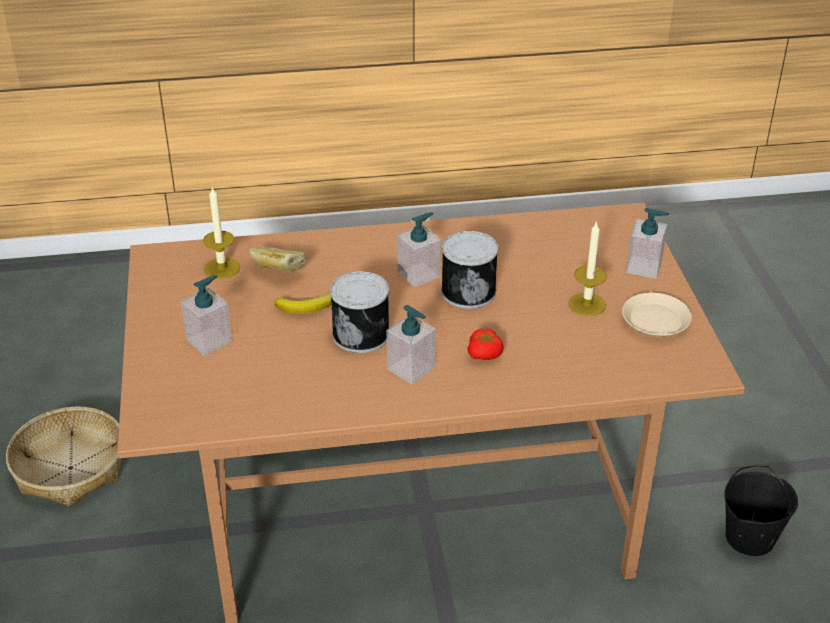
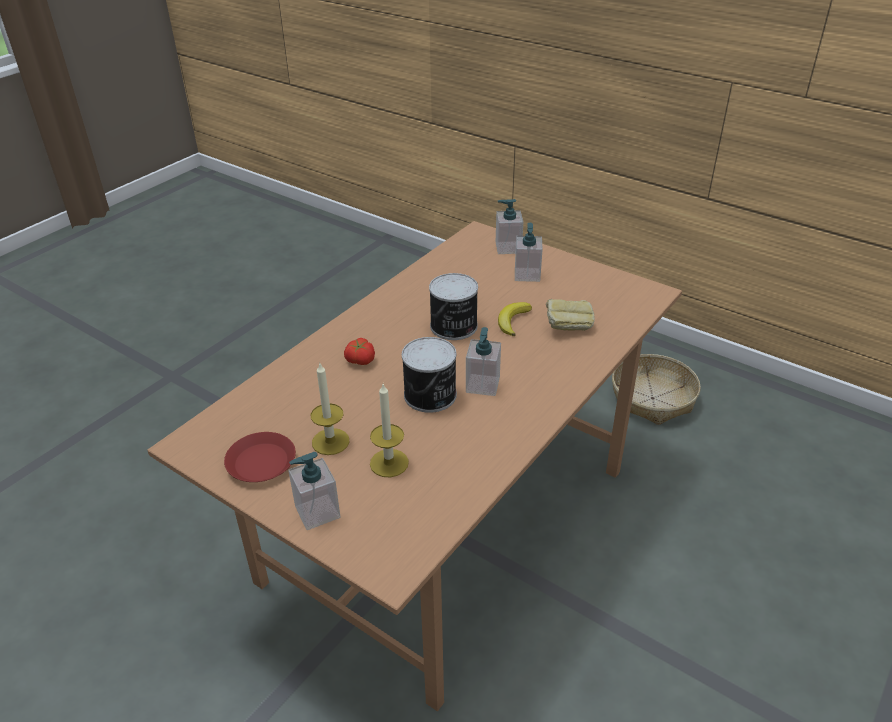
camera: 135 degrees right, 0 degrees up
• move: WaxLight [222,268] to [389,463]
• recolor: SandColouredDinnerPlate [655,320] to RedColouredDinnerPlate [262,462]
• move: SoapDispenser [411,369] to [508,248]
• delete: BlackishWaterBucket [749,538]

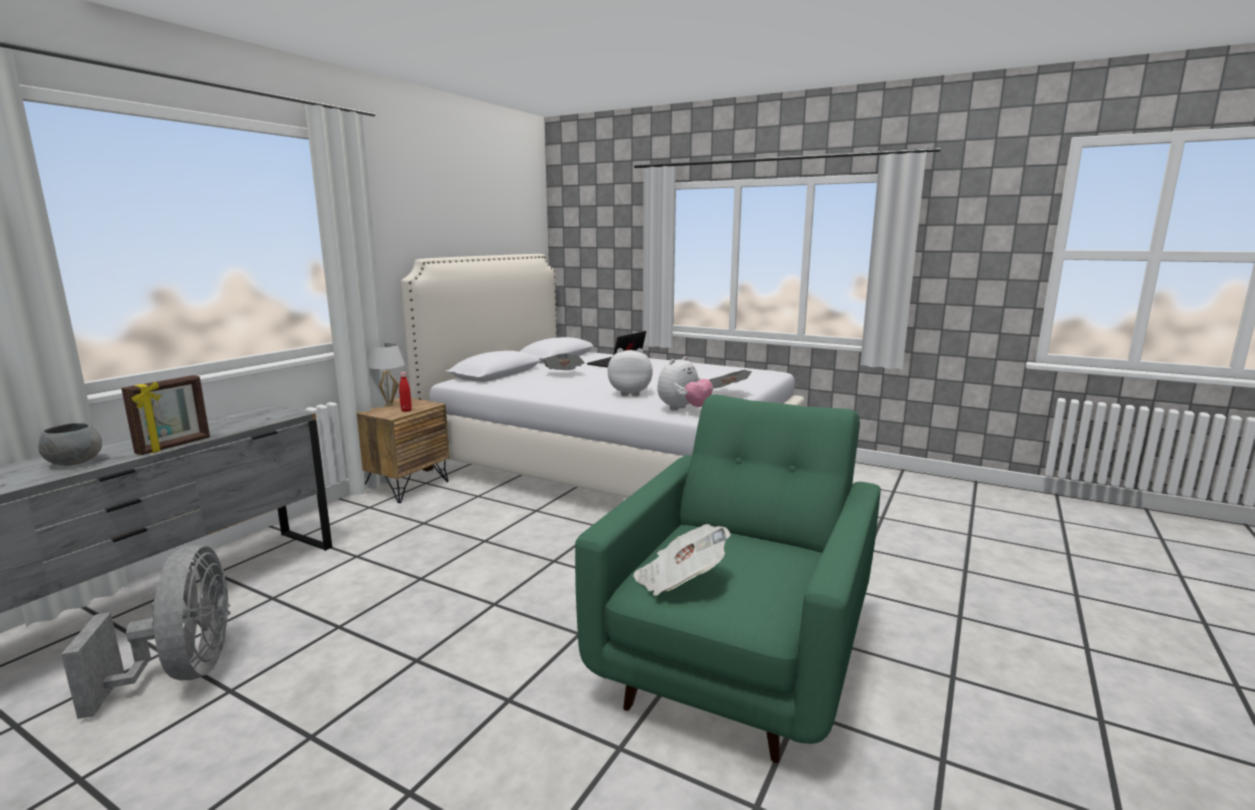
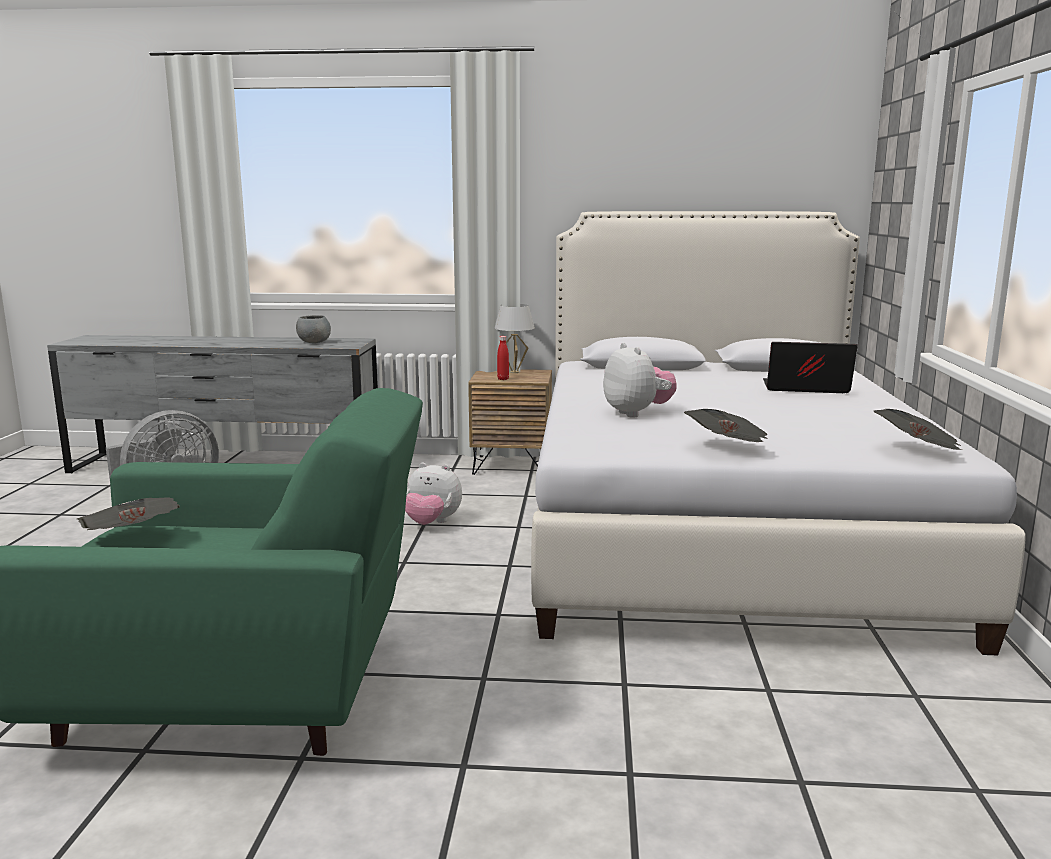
camera: 65 degrees right, 0 degrees up
• move: PrintedPaper [564,374] to [918,452]
• move: PlushToy [683,409] to [432,523]
• delete: PhotoFrame [174,446]
• move: GreyDeepDish [74,463] to [314,342]

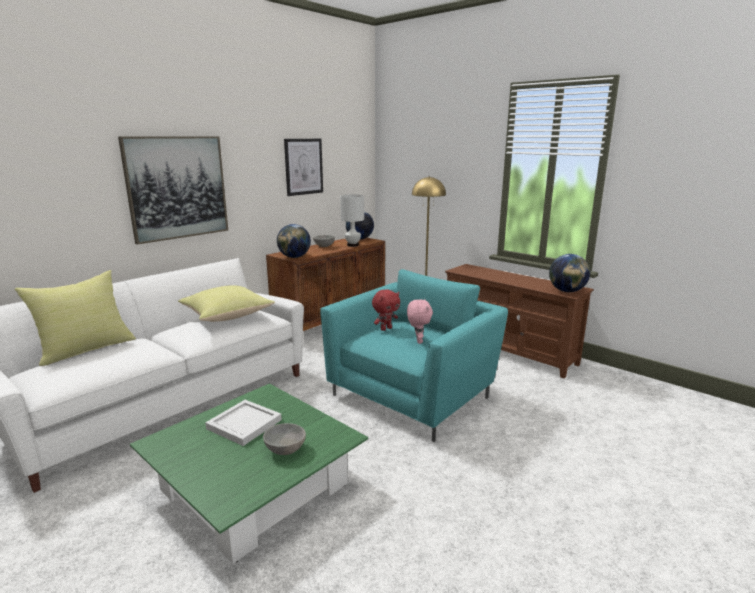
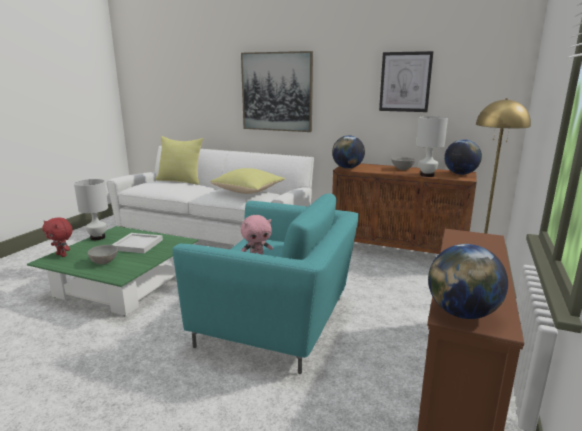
camera: 70 degrees right, 0 degrees up
• move: RedColouredPlushToy [386,329] to [62,255]
• insert: WhiteColouredLampForATable [97,237]

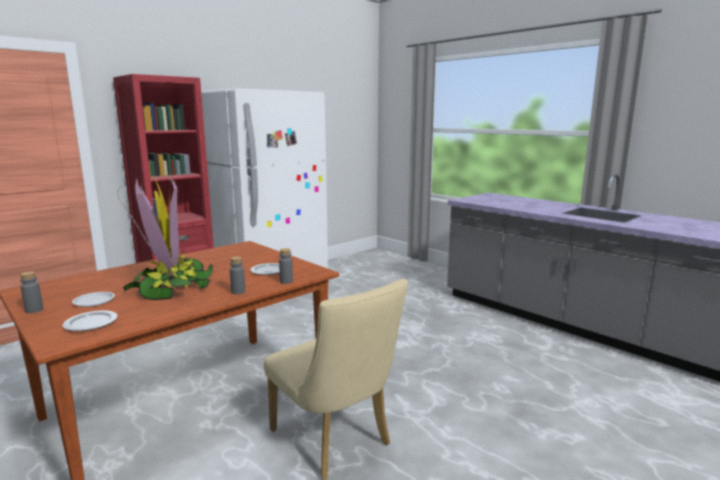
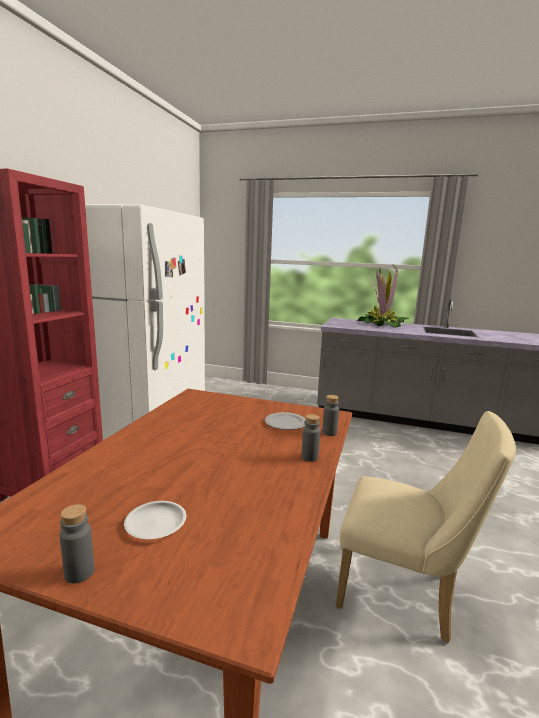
camera: 30 degrees left, 0 degrees up
• move: PlantInAPot [171,287] to [381,324]
• delete: DinnerPlate [91,322]

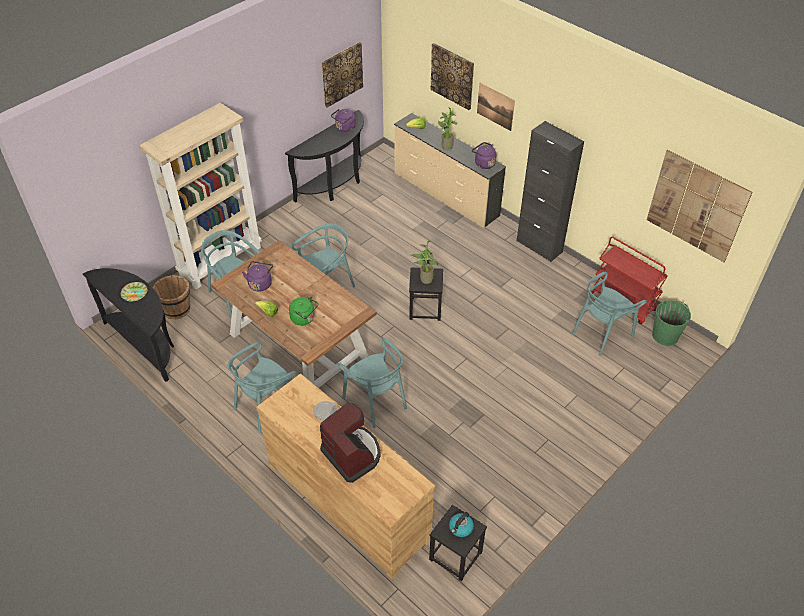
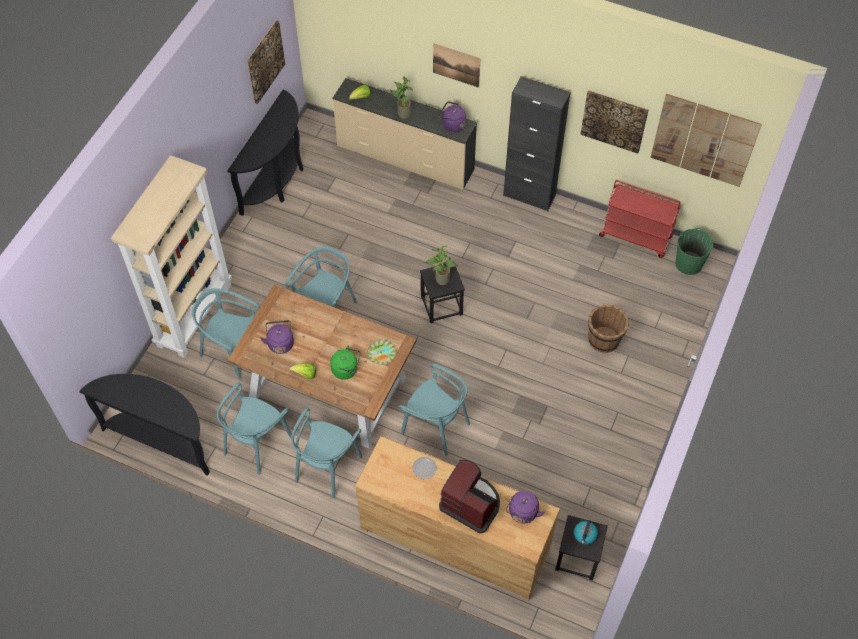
camera: 20 degrees left, 10 degrees up
• move: WallArt [452,76] to [614,121]
• move: PurpleKettle [344,128] to [522,514]
• move: TurquoiseChair [601,333] to [257,443]
• move: BrownColouredWaterBucket [177,309] to [604,339]
• move: DinnerPlate [134,293] to [381,353]

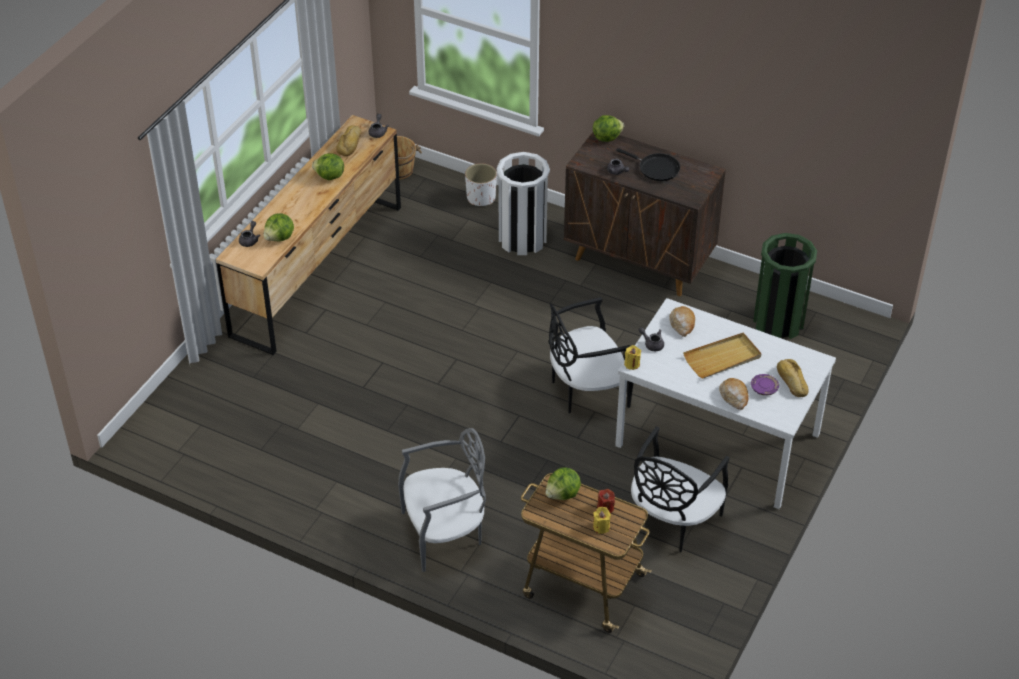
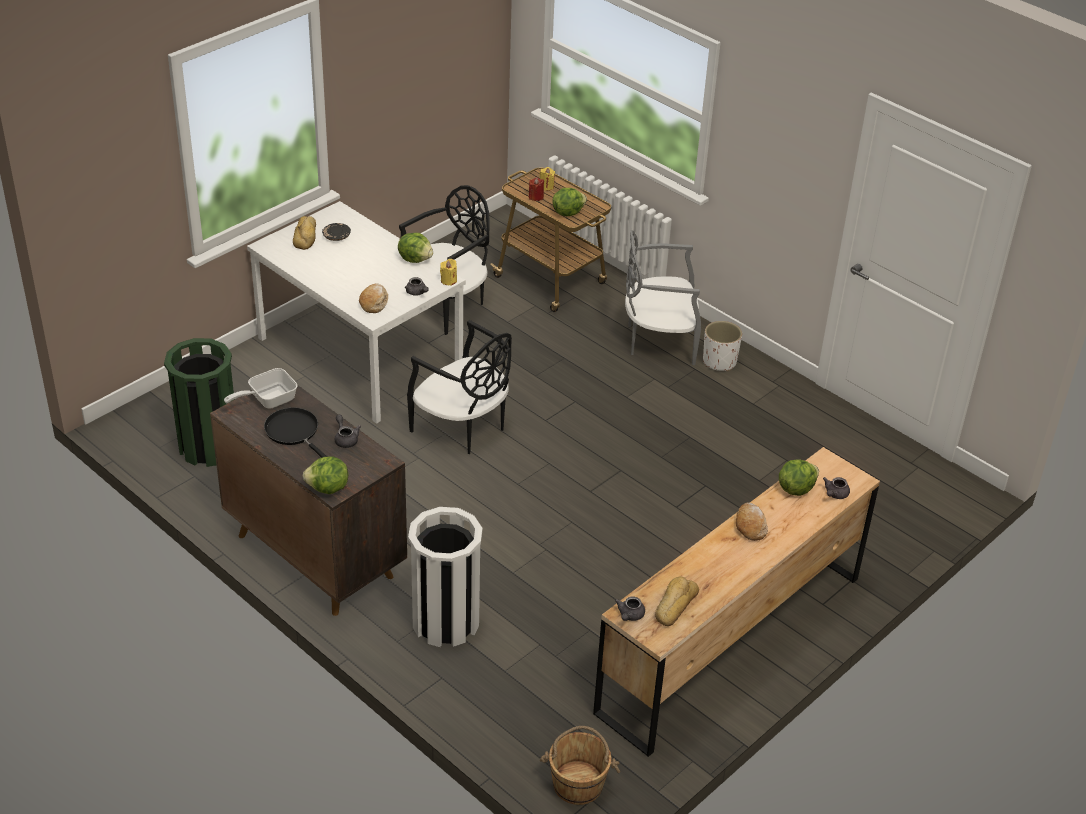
camera: 165 degrees left, 5 degrees down
• move: LettuceHead [329,176] to [415,259]
• move: WhiteColouredPlanter [481,198] to [719,362]
• rotate: BlackishChair [586,390] = [462,427] 45 degrees clockwise
• delete: SandColouredTray [722,358]
• recolor: PurpleDinnerPlate [764,388] to BlackishDinnerPlate [336,236]
• move: BakedBread [734,397] to [750,526]
• insert: FryingPan [267,400]

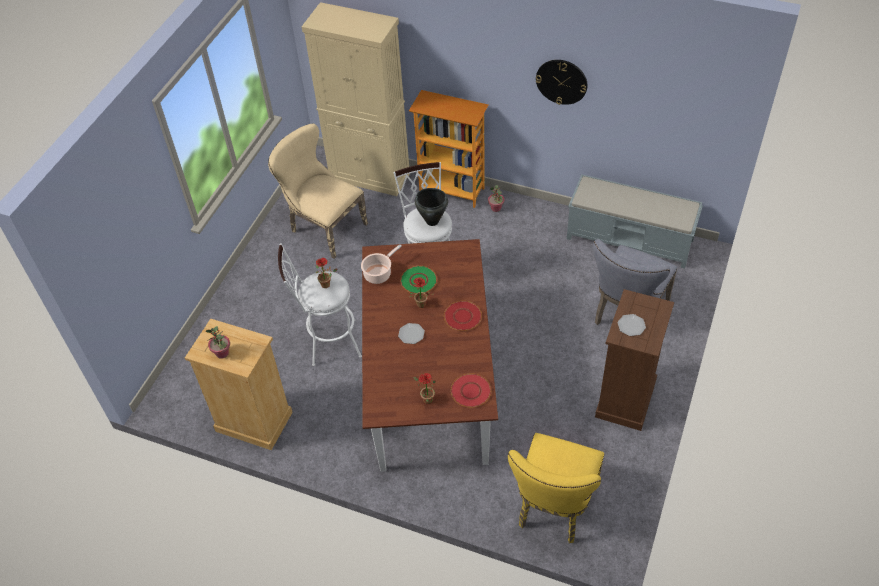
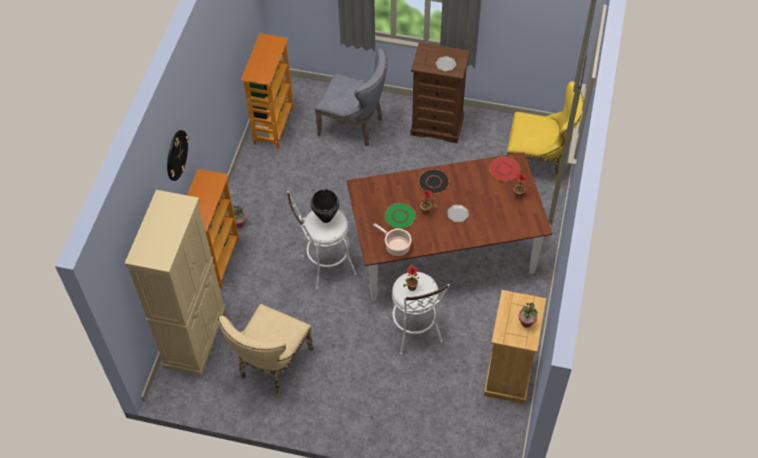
camera: 100 degrees left, 5 degrees up
• move: WallClock [561,81] to [176,155]
• replace: GreyBench [630,239] to ShelvingUnit [273,126]
• recolor: RedColouredDinnerPlate [463,316] to BlackishDinnerPlate [433,182]

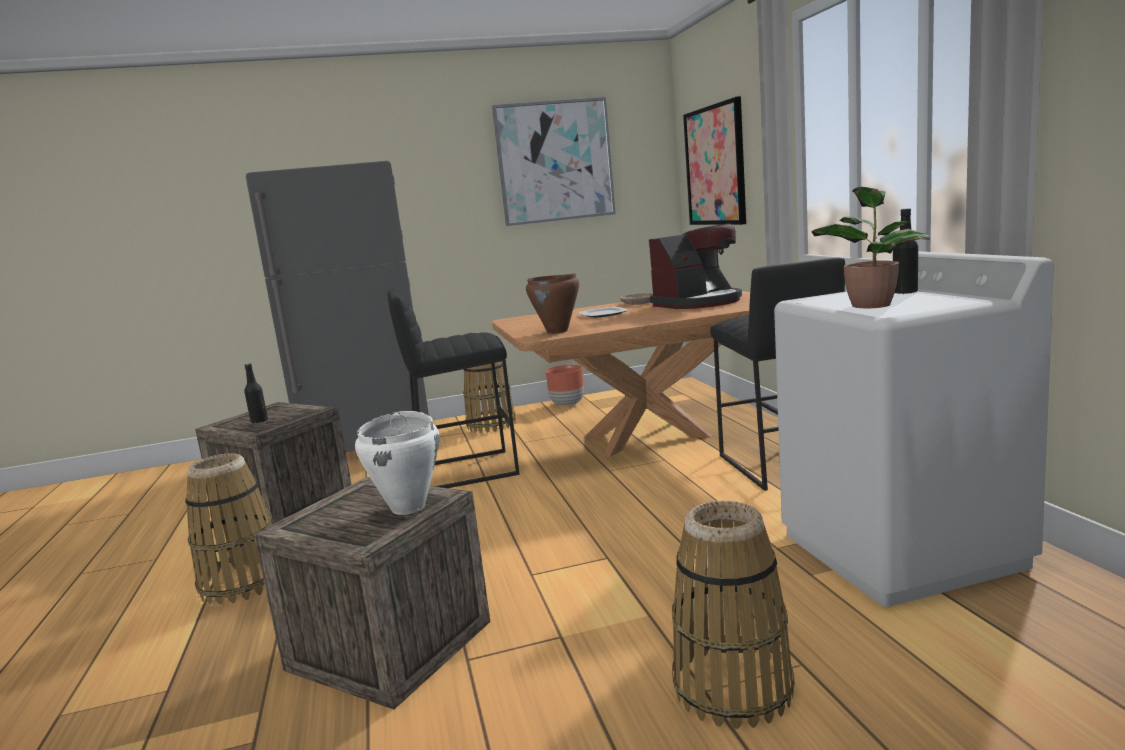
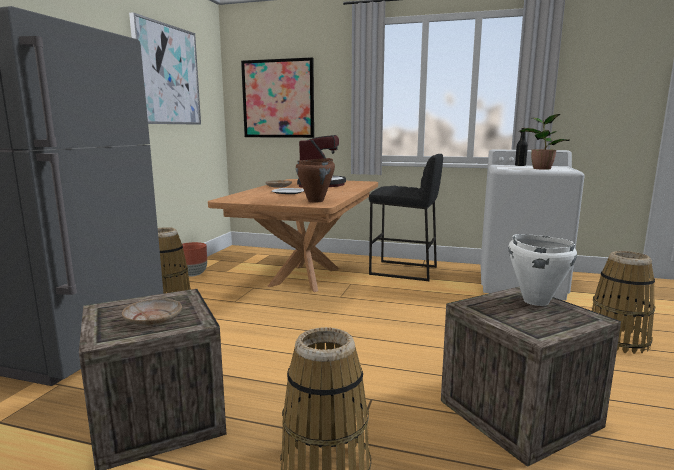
camera: 60 degrees left, 0 degrees up
• delete: BlackishStool [466,470]
• replace: BlackishBottle [259,421] to SandColouredDinnerPlate [153,319]

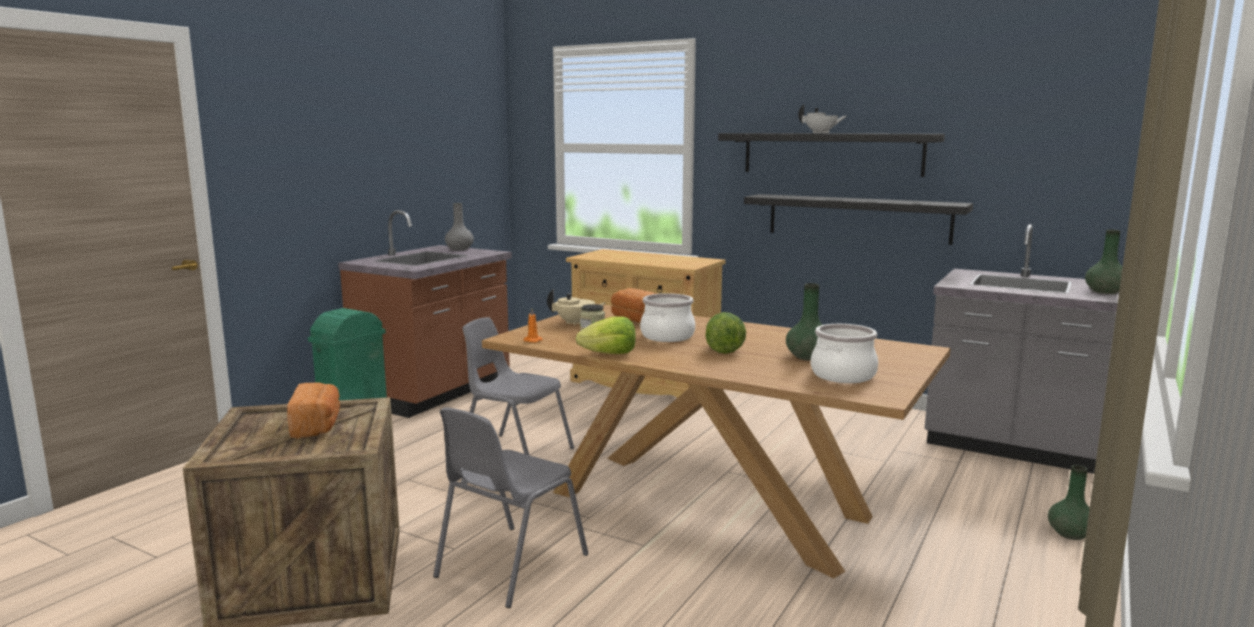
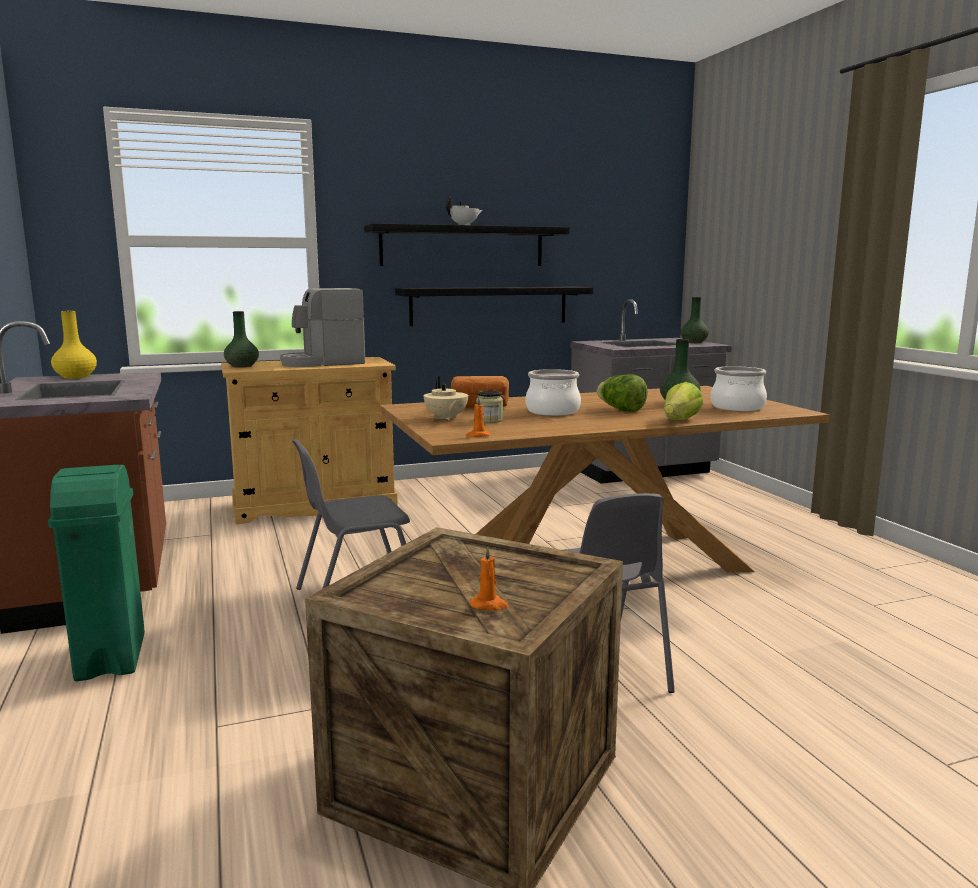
camera: 50 degrees left, 0 degrees up
• recolor: GreyFlowerVase [460,249] to YellowFlowerVase [76,377]
• rotate: SandColouredPotForTea [576,323] = [446,418] 120 degrees clockwise
• move: LettuceHead [609,354] to [680,420]
• delete: BakedBread [317,426]
• move: GreenFlowerVase [1070,534] to [242,366]
• insert: CoffeeMachine [323,363]
• insert: OrangeColouredWaxLight [489,605]

